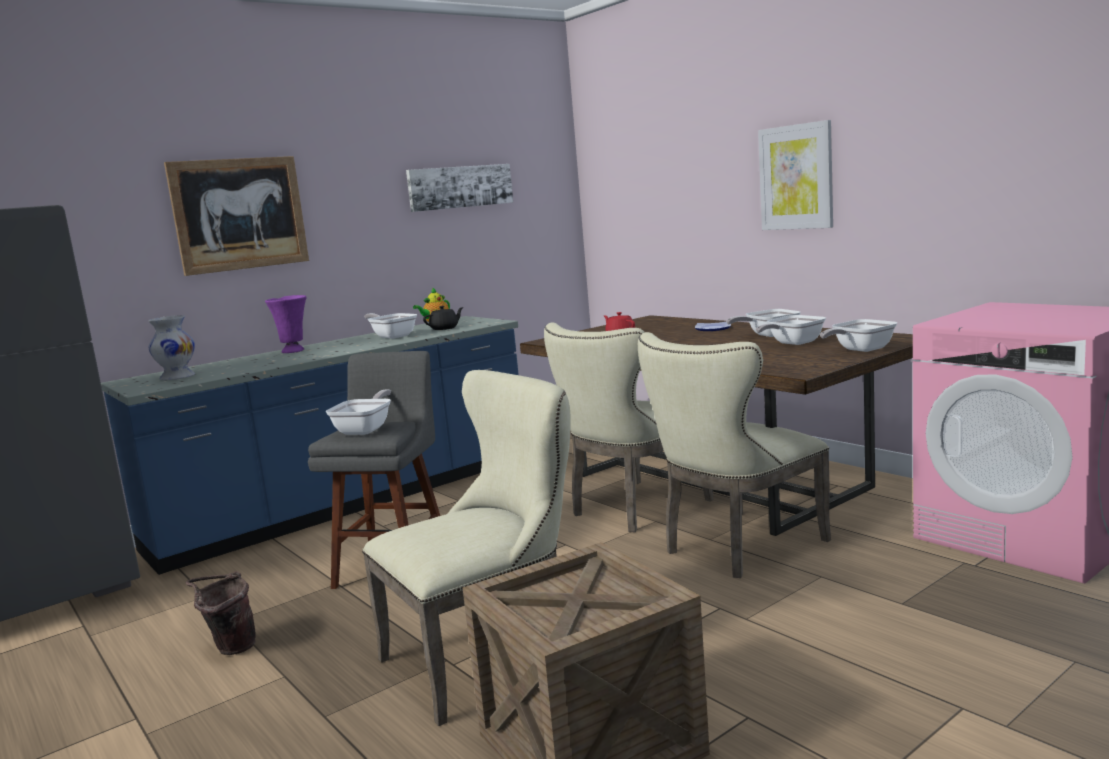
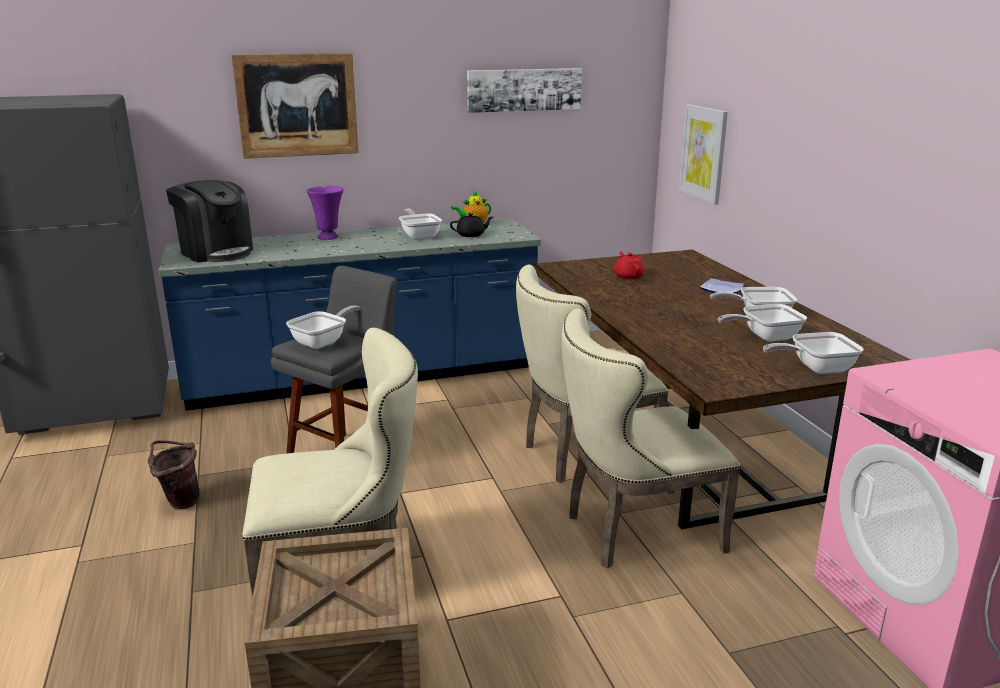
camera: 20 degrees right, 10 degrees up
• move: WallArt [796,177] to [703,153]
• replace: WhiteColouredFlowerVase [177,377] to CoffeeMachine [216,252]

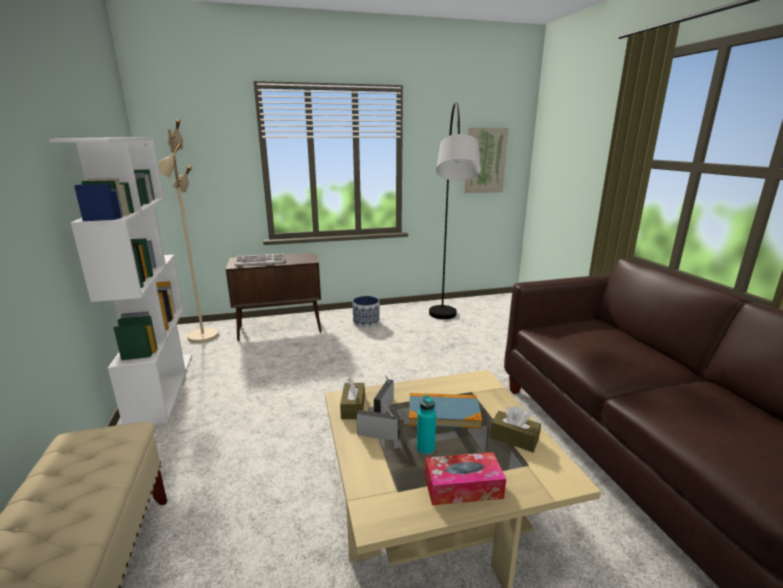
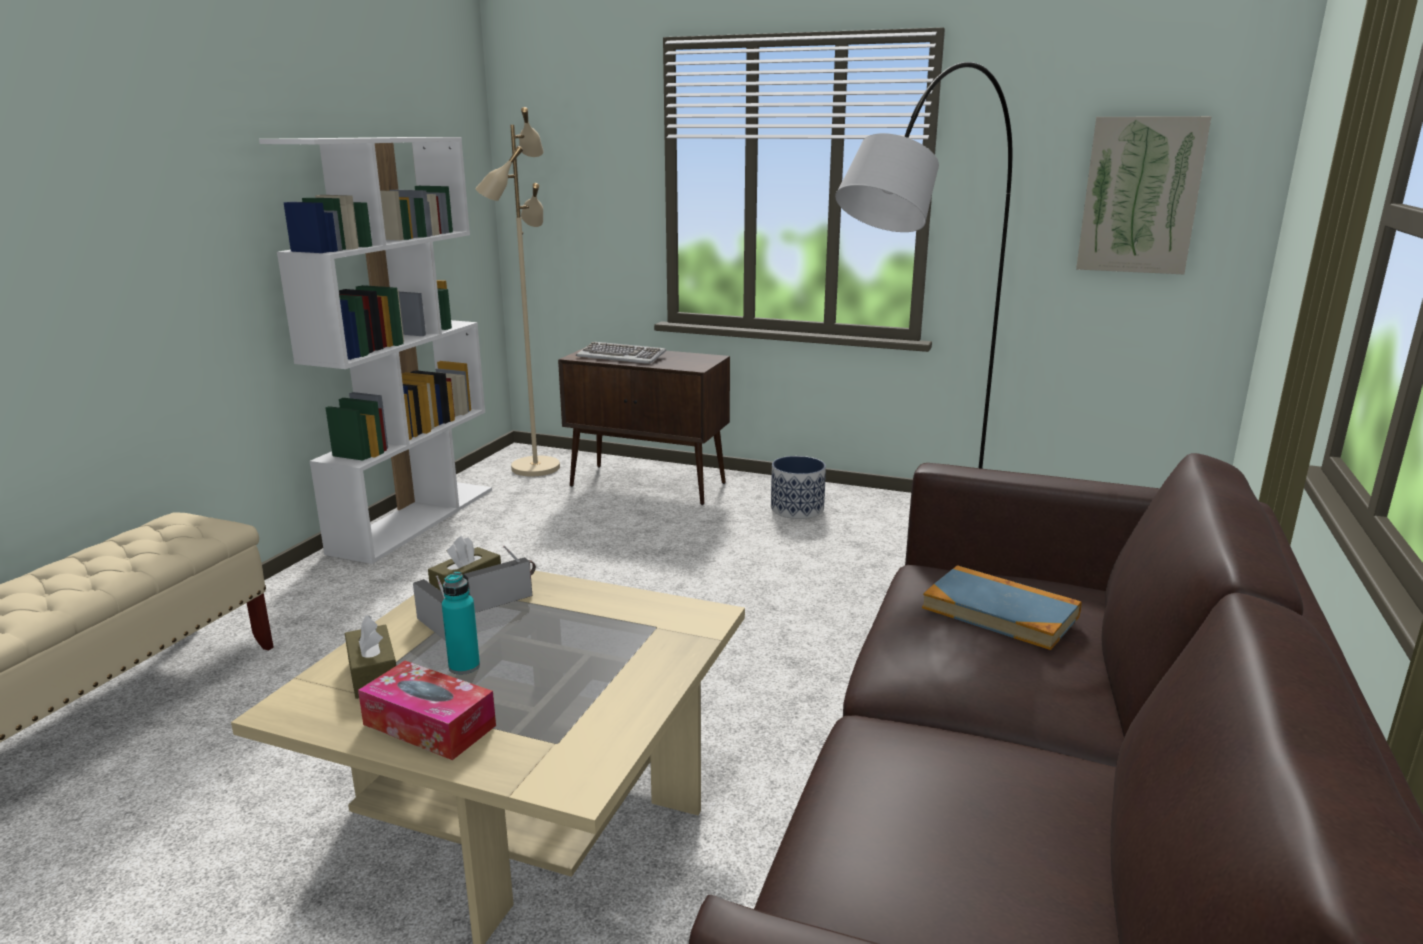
camera: 35 degrees right, 0 degrees up
• move: Volume [443,413] to [1000,612]
• move: BrownColouredTissueHolder [514,438] to [373,674]

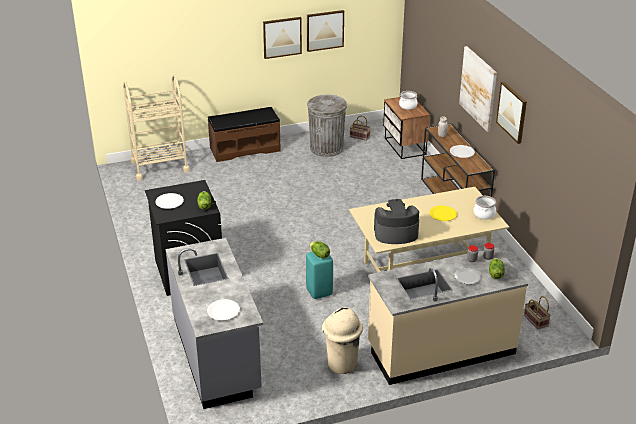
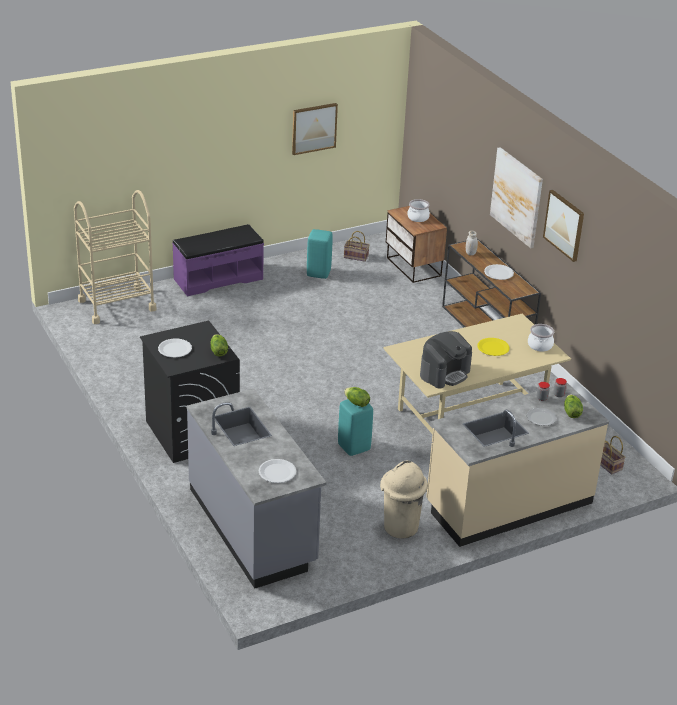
camera: 10 degrees left, 0 degrees up
• delete: WallArt [282,37]
• replace: GreyWasteBin [326,148] to TurquoiseStool [319,273]
• recolor: BrownColouredBench [245,149] to PurpleBench [218,279]
• rotate: CoffeeMachine [395,233] = [444,373] 150 degrees clockwise

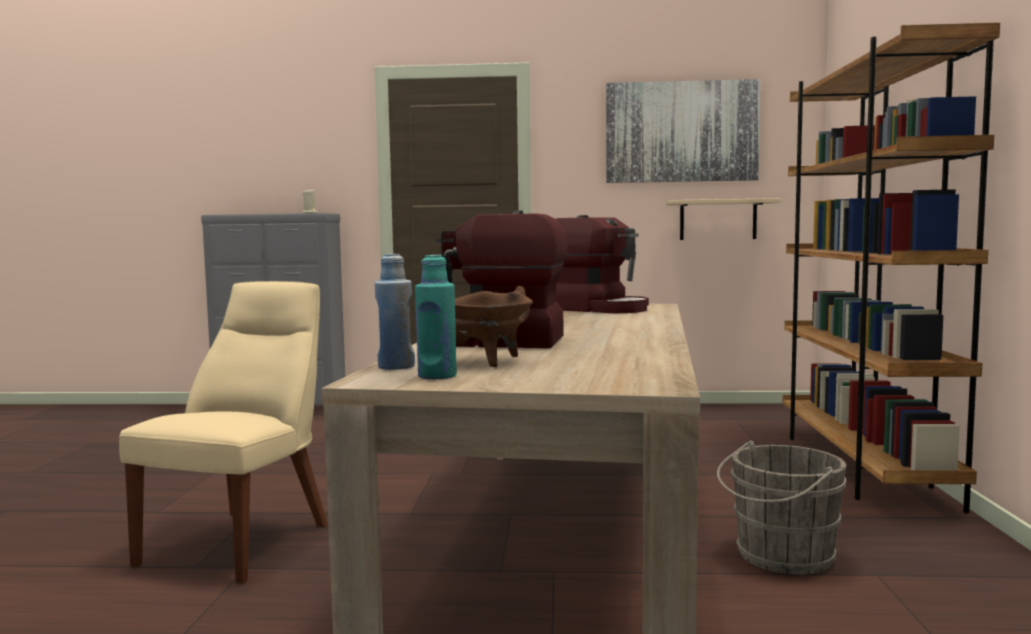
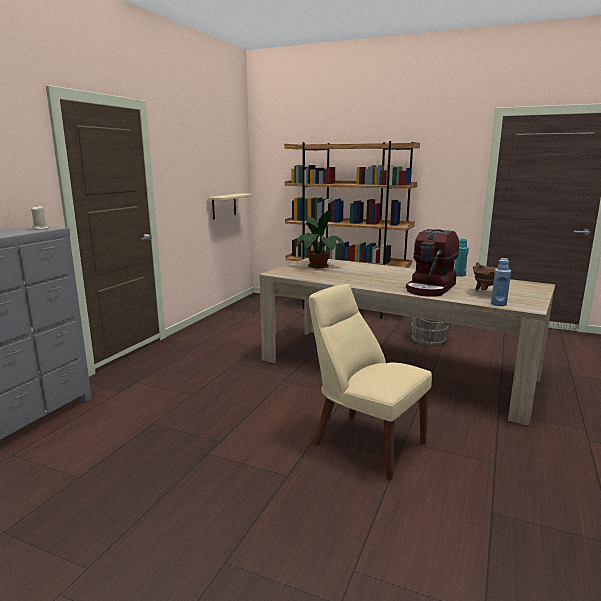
camera: 70 degrees left, 10 degrees up
• delete: WallArt [681,132]
• replace: CoffeeMachine [598,308] to PlantInAPot [318,266]
• move: TurquoiseBottle [437,376] to [459,275]

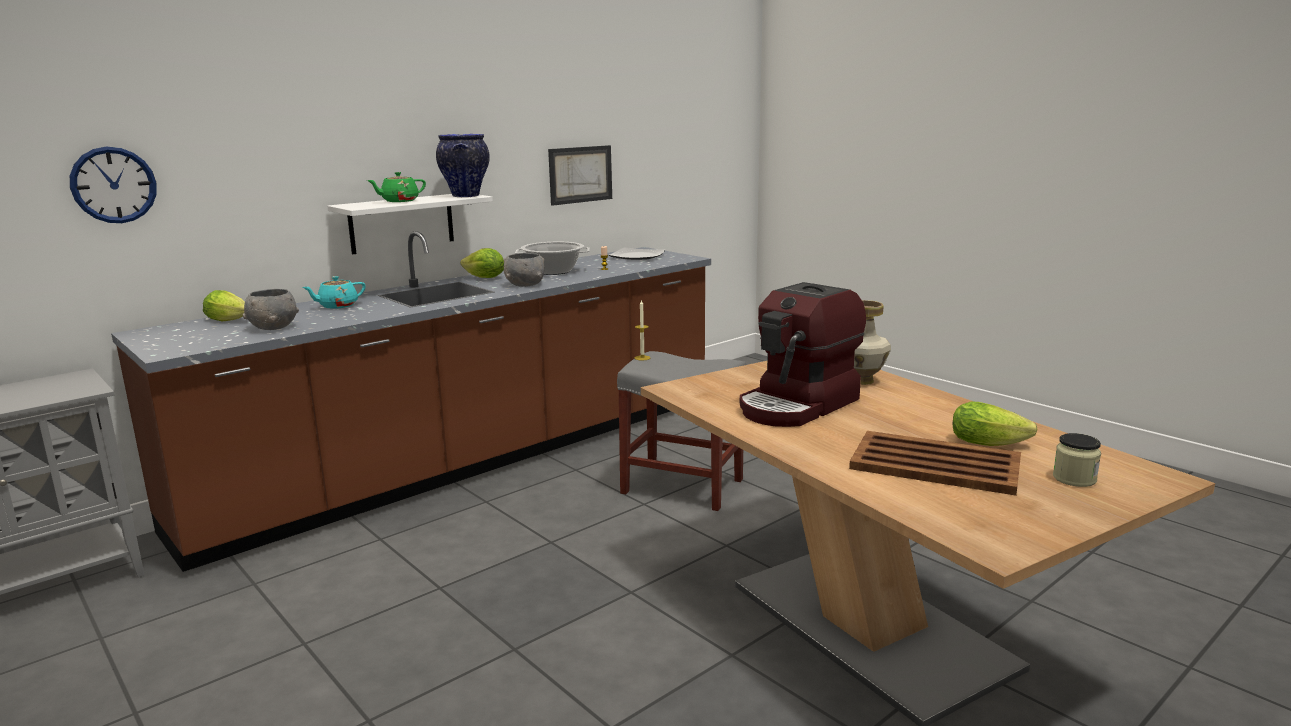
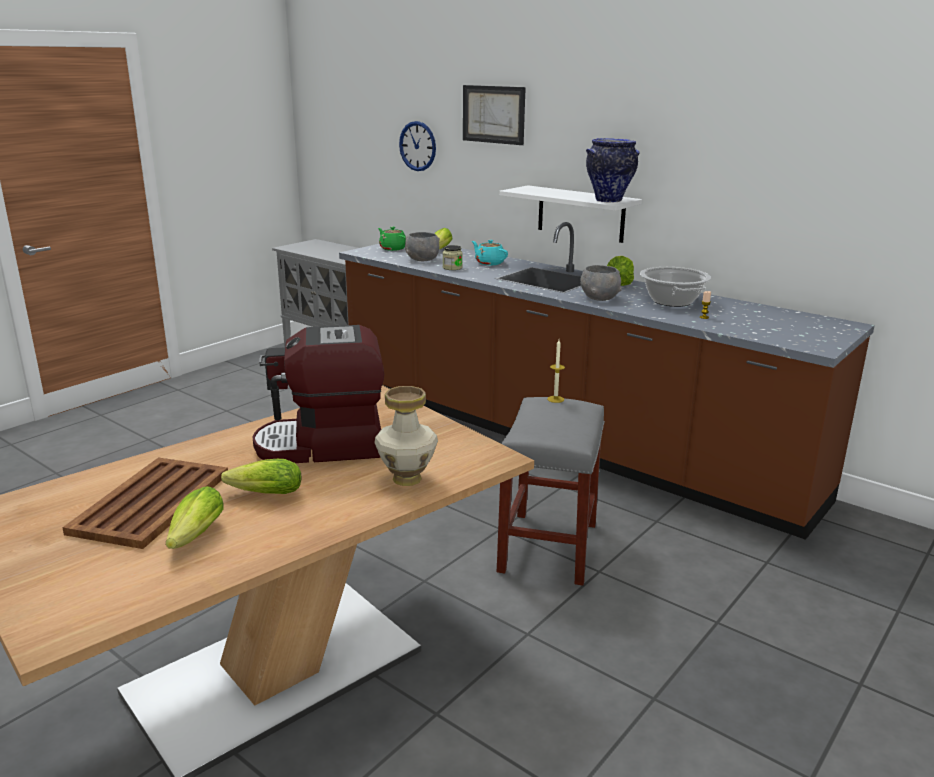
camera: 80 degrees right, 5 degrees up
• move: WallArt [580,174] to [493,114]
• move: GreenPotForTea [399,201] to [392,248]
• delete: DinnerPlate [638,256]
• rotate: CoffeeMachine [799,405] = [323,446] 45 degrees counterclockwise
• move: StorageJar [1074,479] to [452,268]
• insert: LettuceHead [262,494]

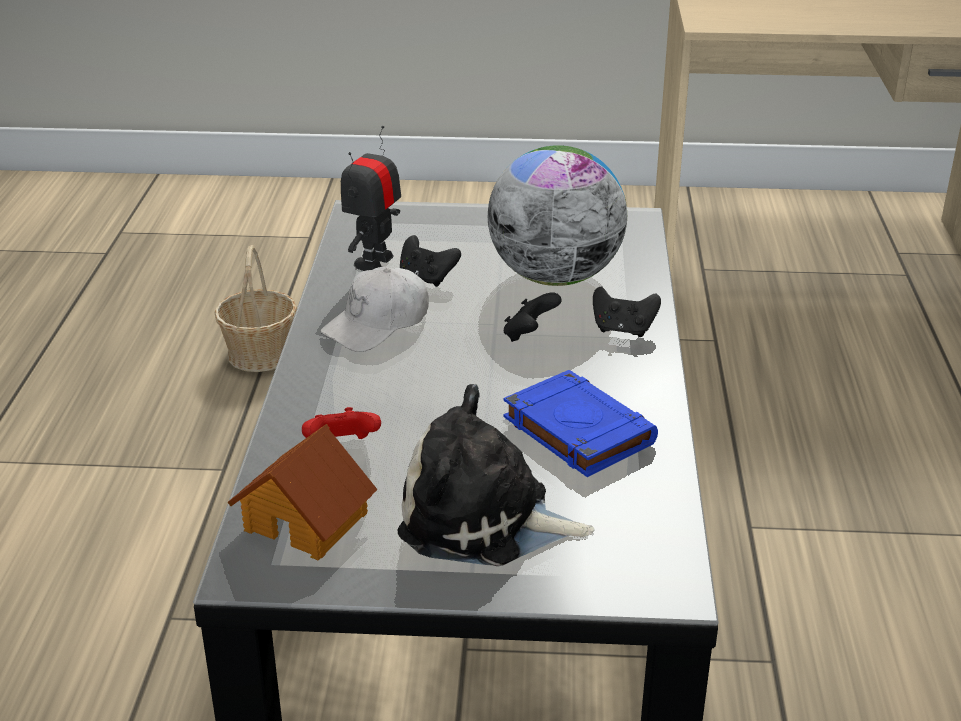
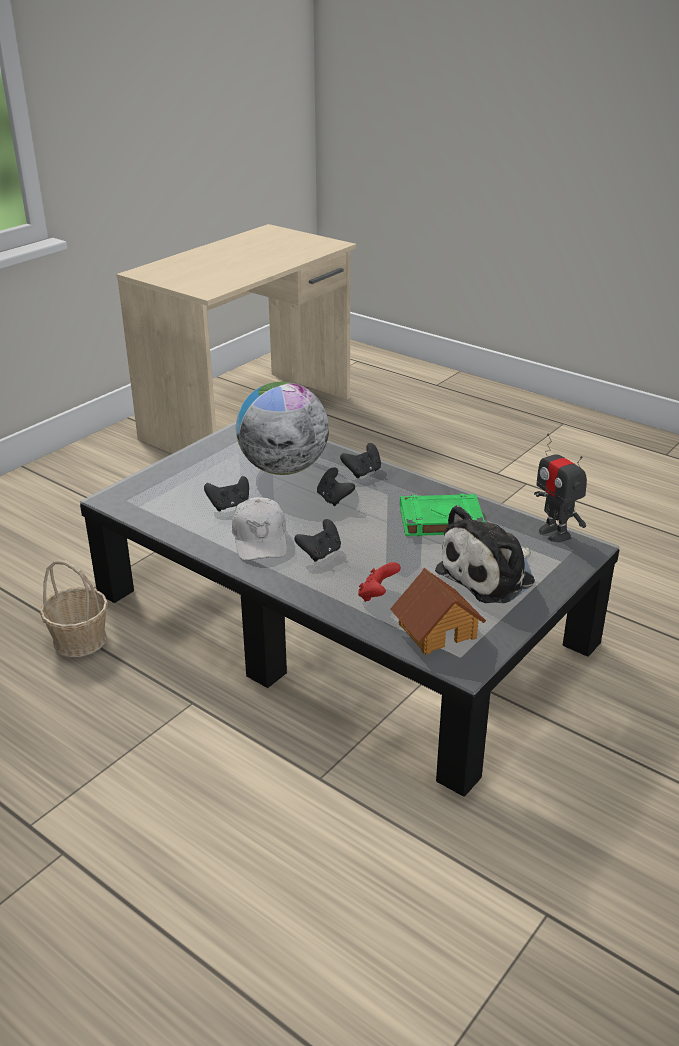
camera: 55 degrees left, 0 degrees up
• move: ModelRobot [374,262] to [554,533]
• recolor: BluishVolume [576,430] to GreenVolume [439,521]
• insert: BlackishGameController [320,553]

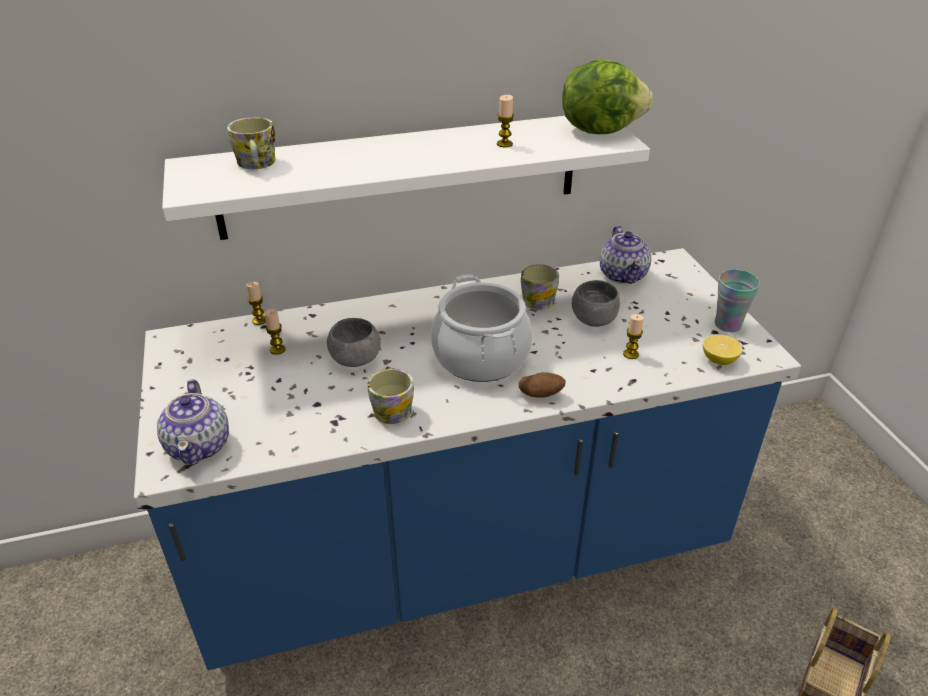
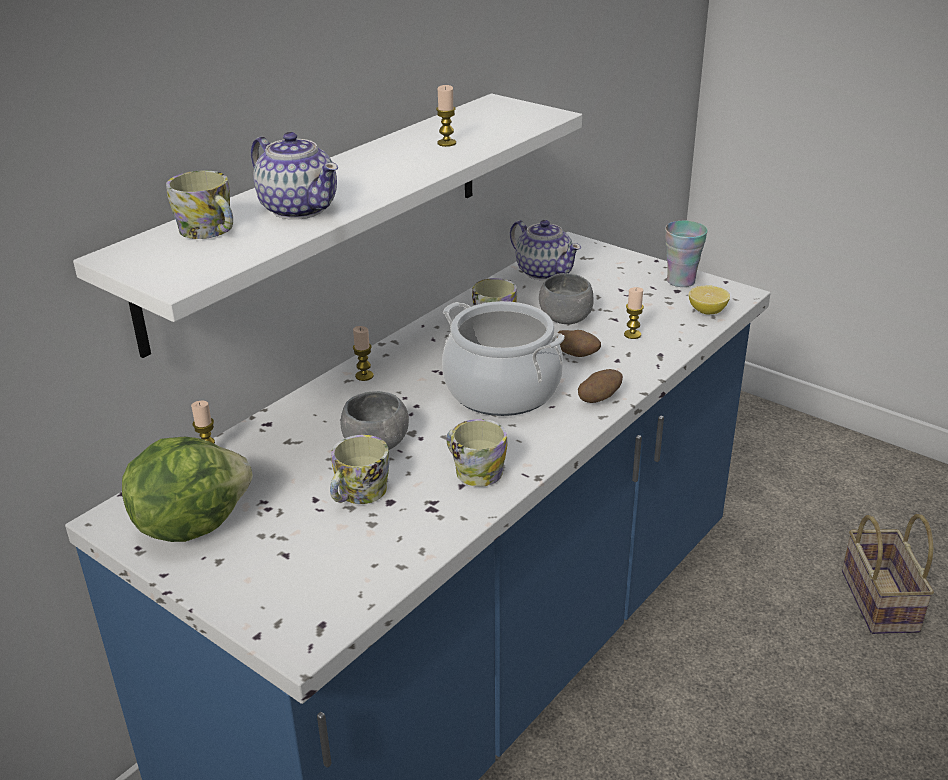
camera: 35 degrees left, 5 degrees down
• move: LettuceHead [599,129] to [191,523]
• move: WaxLight [277,349] to [364,376]
• move: PotForTea [199,445] to [298,208]
• insert: Potato [577,356]
• insert: Mug [358,494]

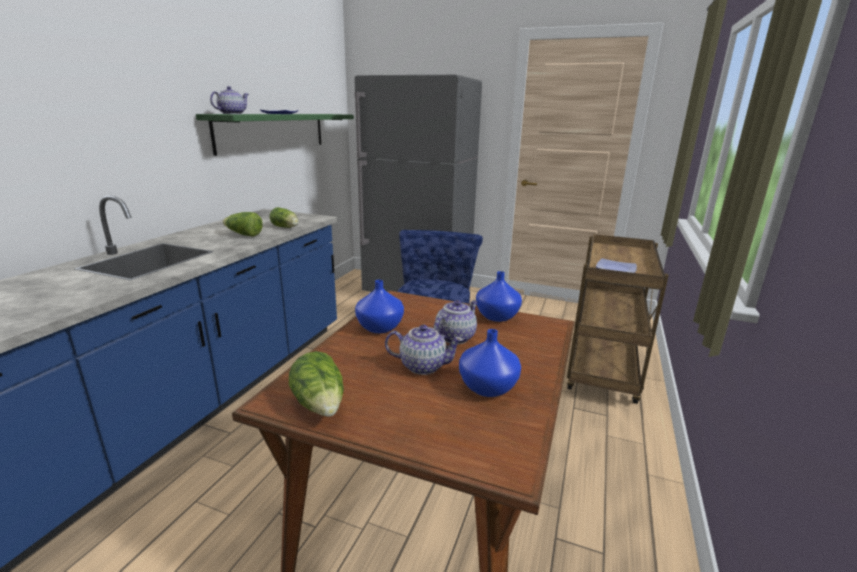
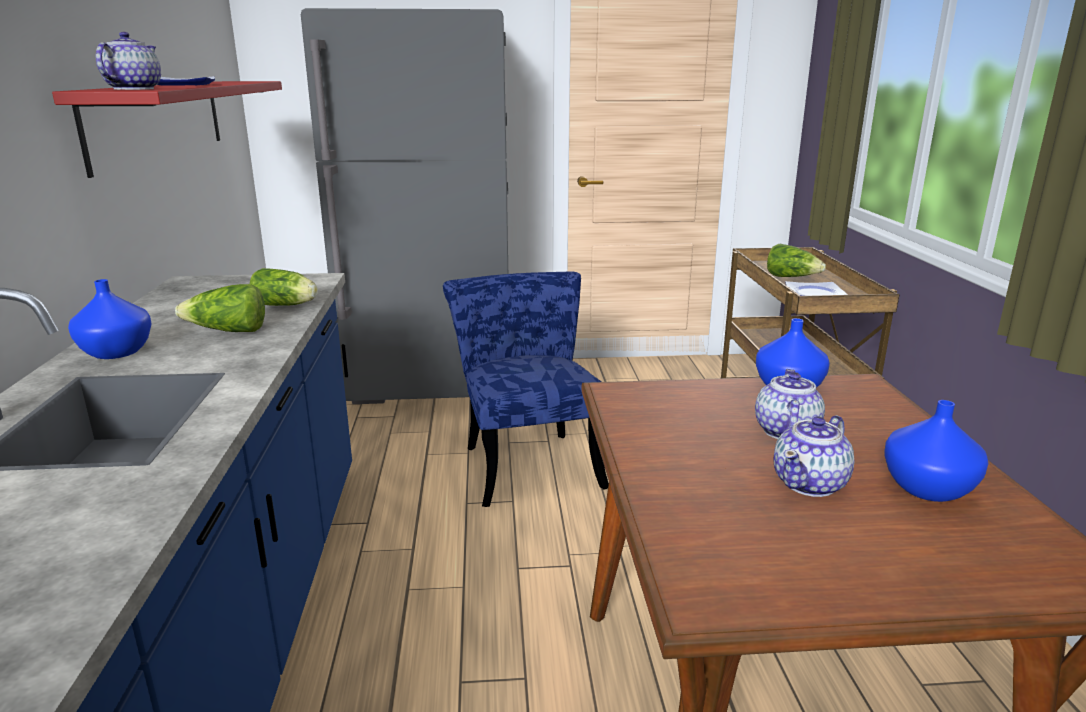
camera: 25 degrees left, 0 degrees up
• recolor: GreenBracketShelf [273,131] to RedColouredBracketShelf [159,120]
• move: BluishFlowerVase [379,327] to [115,352]
• rotate: PotForTea [422,366] = [810,483] 150 degrees clockwise
• move: LettuceHead [320,404] to [791,277]

